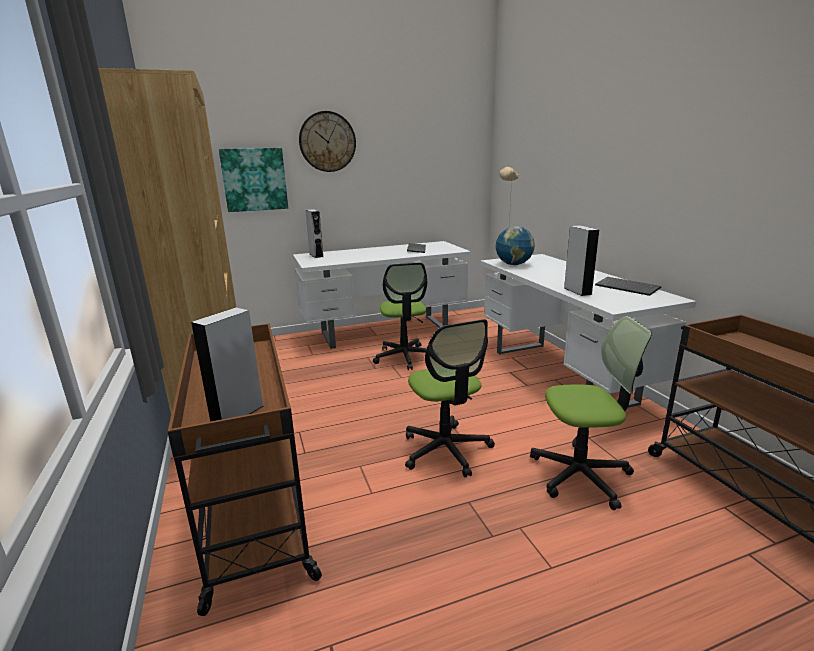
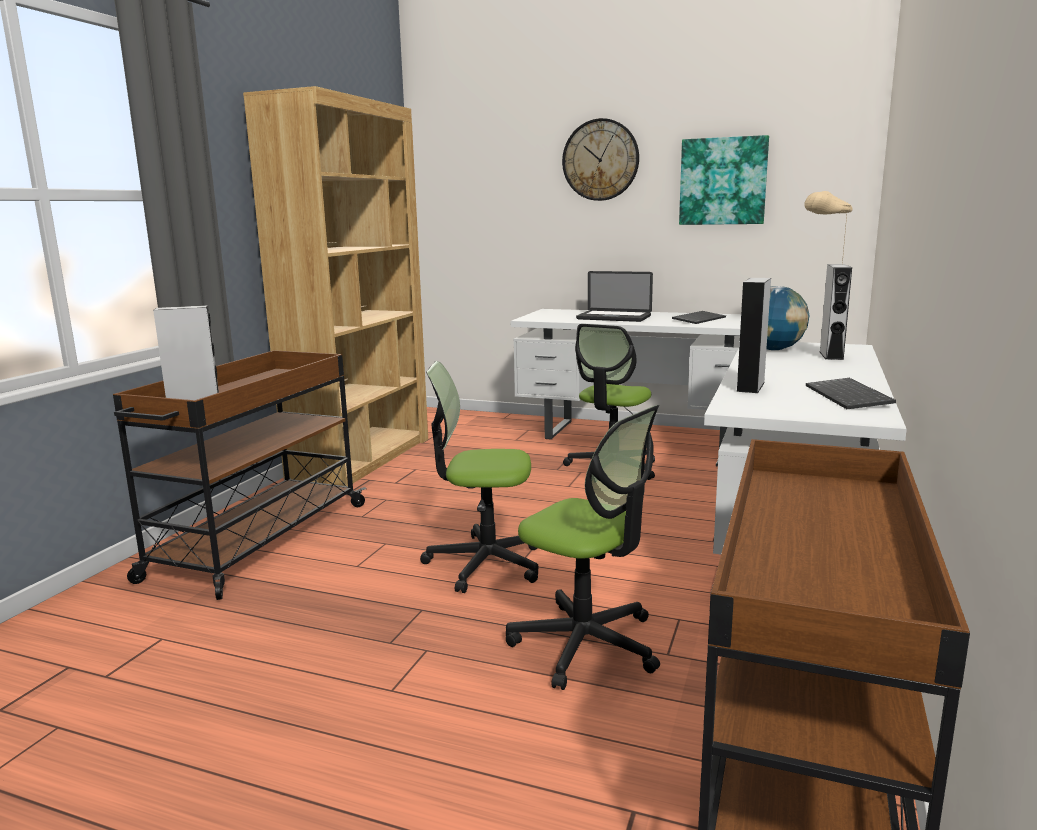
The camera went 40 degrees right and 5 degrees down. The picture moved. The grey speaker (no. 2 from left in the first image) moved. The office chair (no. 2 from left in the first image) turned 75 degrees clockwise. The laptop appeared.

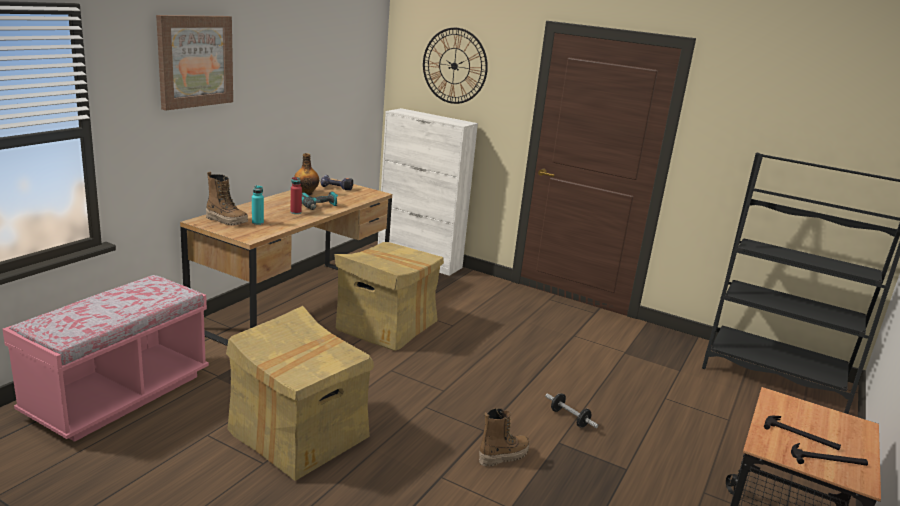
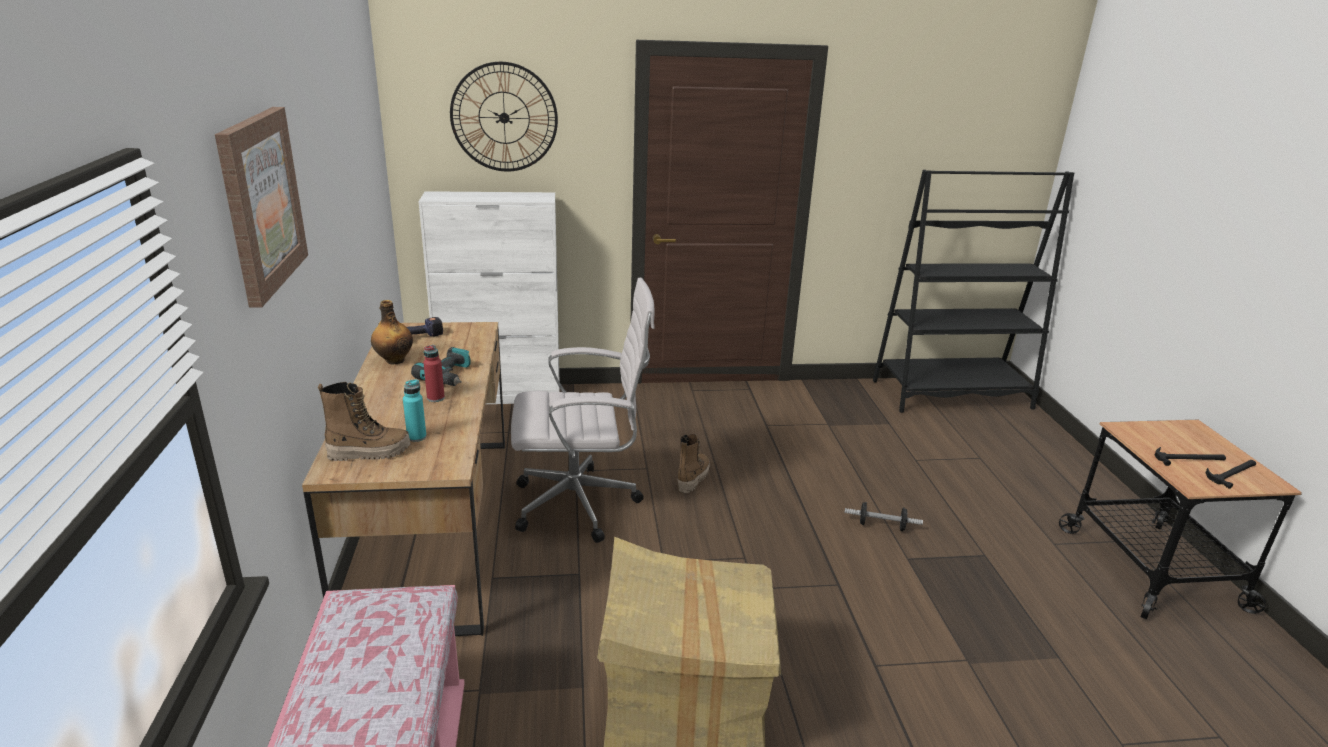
The camera went 35 degrees left and 5 degrees up. The cardboard box (no. 2 from left) was replaced by the white office chair. The boot (no. 2 from left) moved.

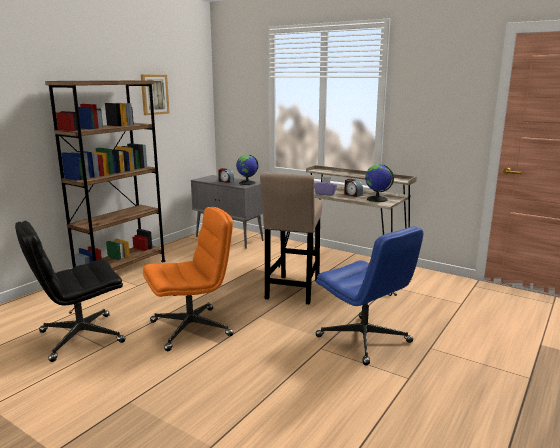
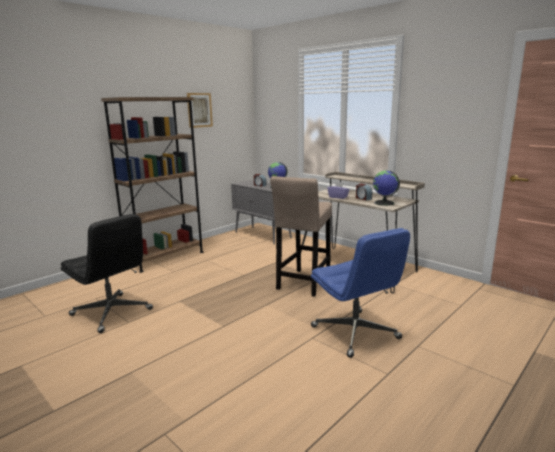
The camera went 10 degrees right and 0 degrees up. The orange office chair disappeared. The black office chair turned 120 degrees counterclockwise.

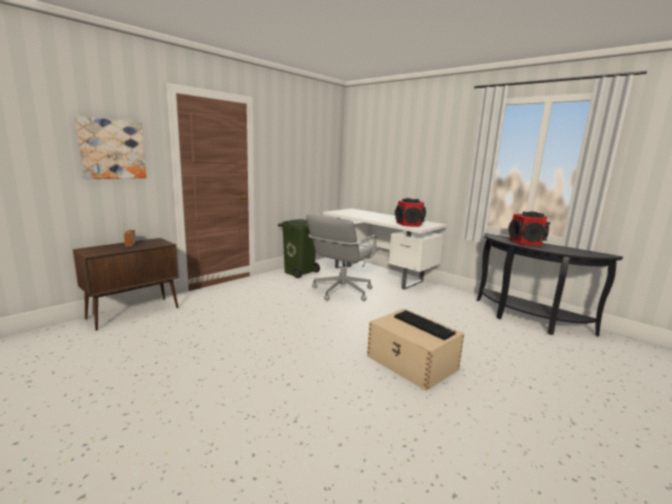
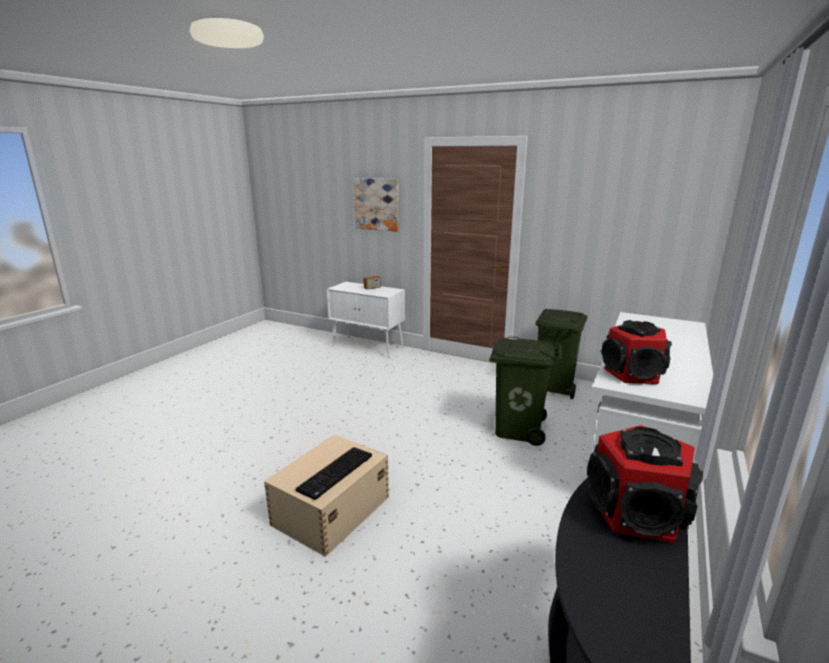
The camera went 75 degrees right and 5 degrees up. The grey office chair was replaced by the green trash can (no. 1 from left). The brown cabinet became the white cabinet.

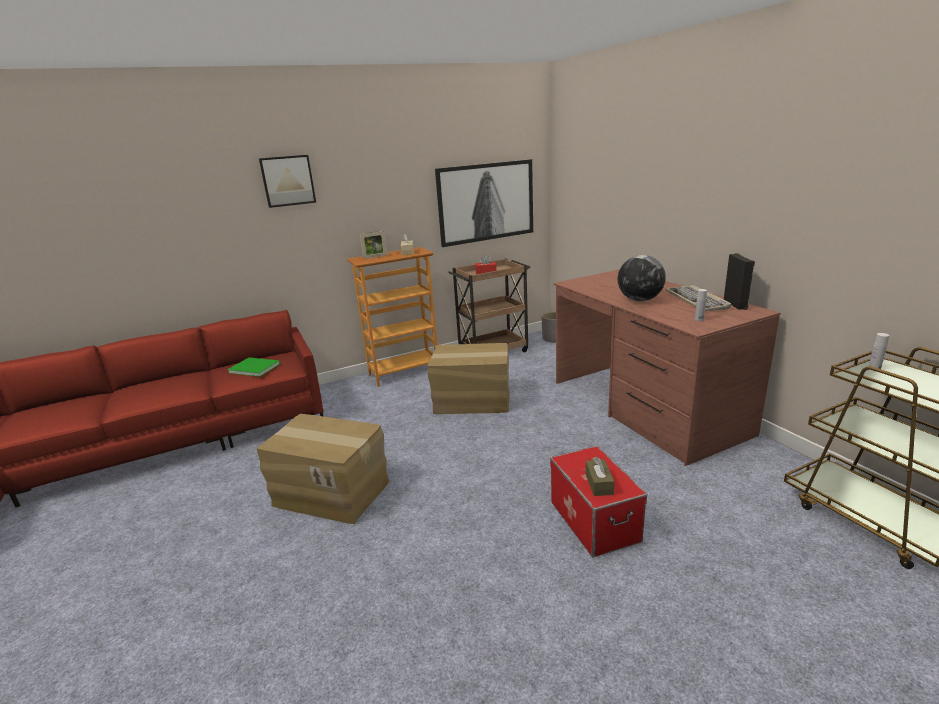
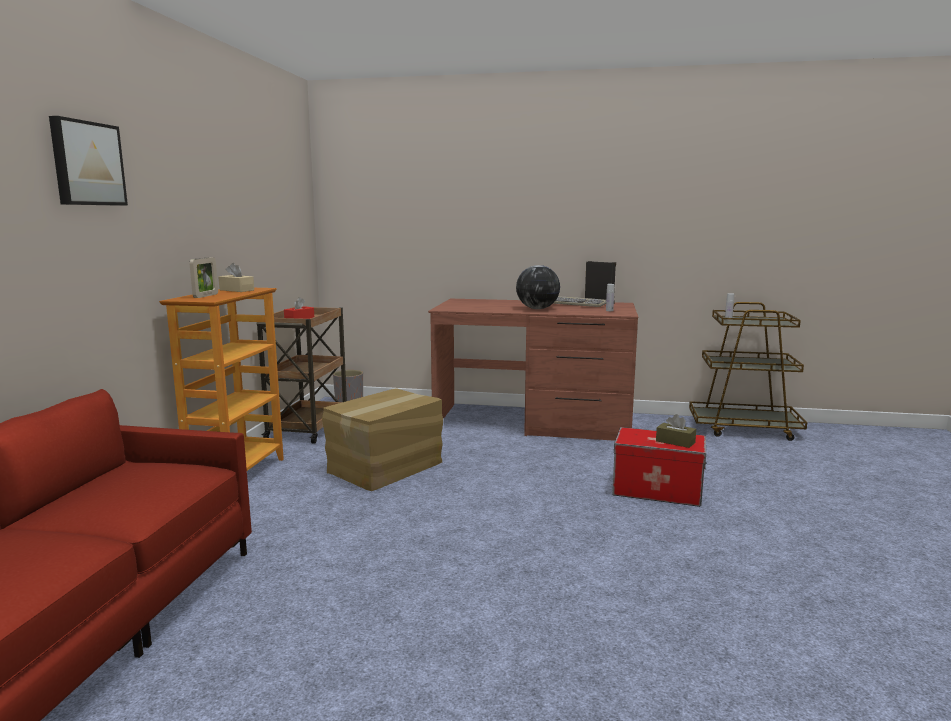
The camera went 55 degrees left and 10 degrees down. The picture (no. 2 from left) disappeared. The green book disappeared. The cardboard box (no. 1 from left) disappeared.

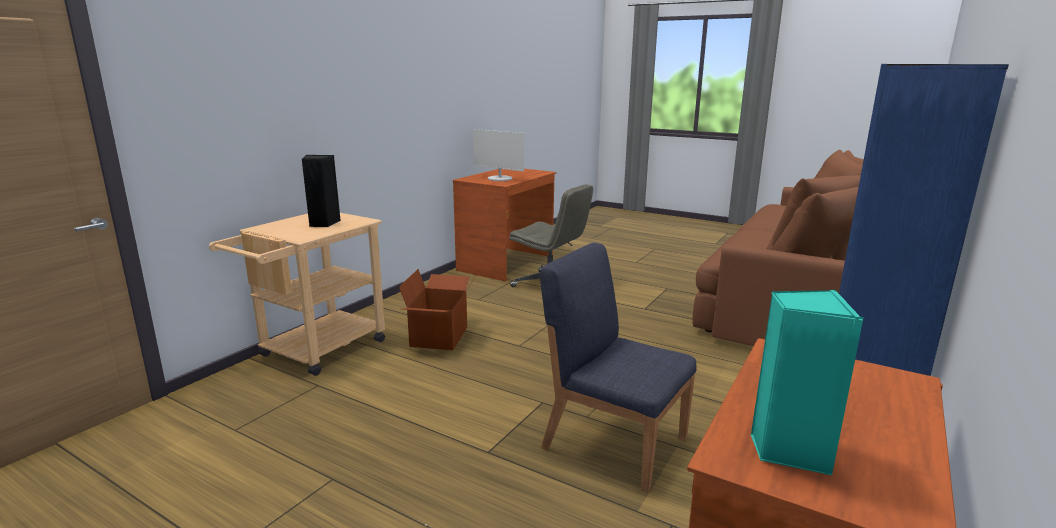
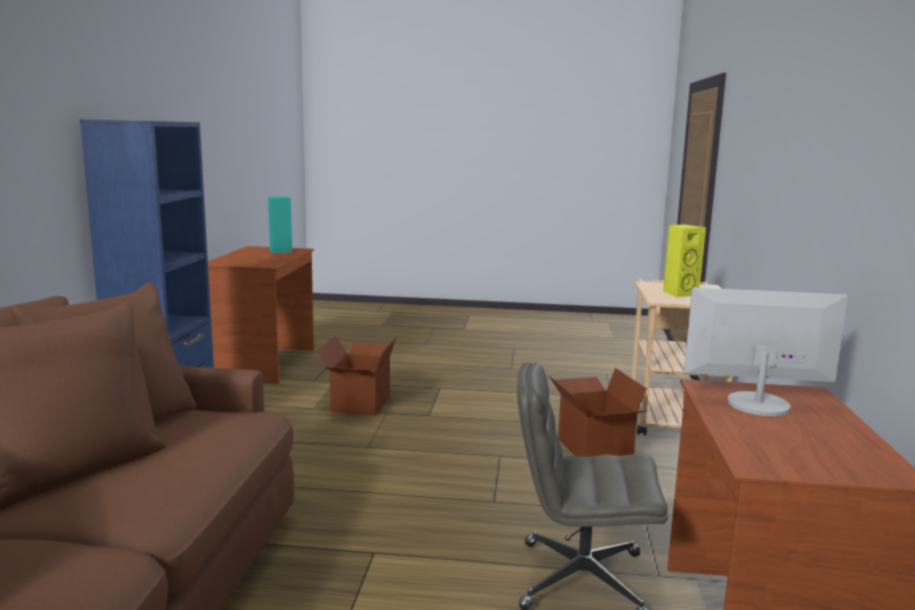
The camera went 155 degrees right and 5 degrees down. The black speaker became the yellow speaker. The blue chair was replaced by the cardboard box (no. 1 from left).

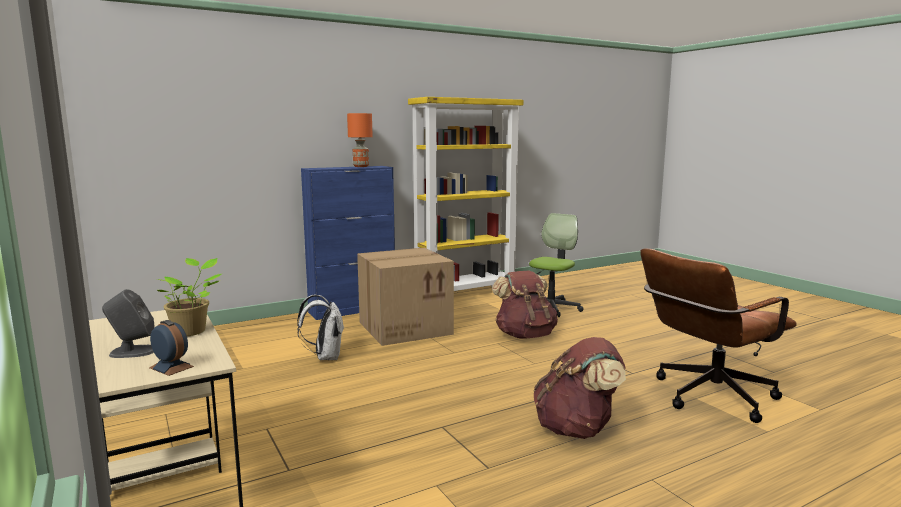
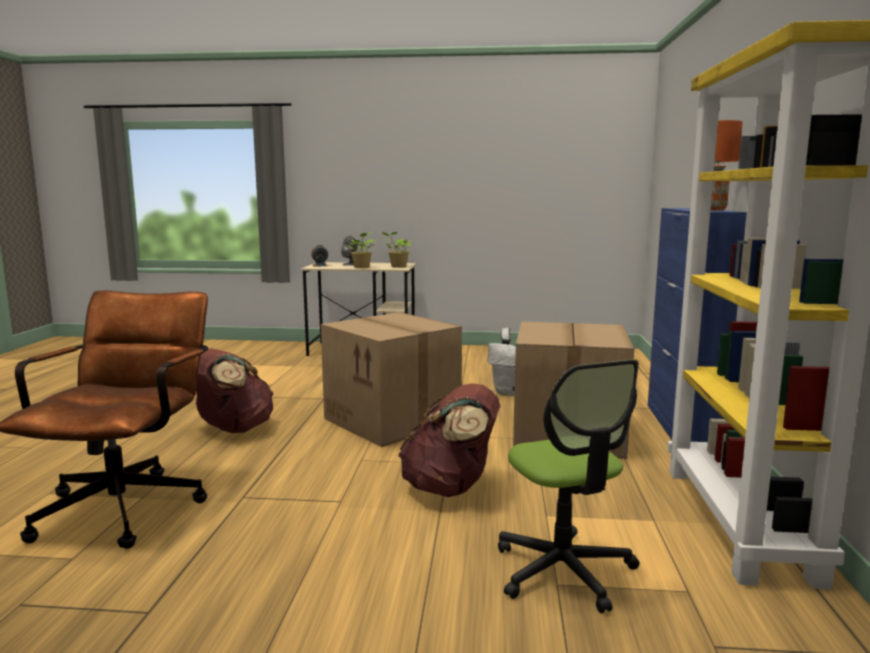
The camera went 125 degrees right and 0 degrees up. The potted plant (no. 2 from left) appeared. The cardboard box (no. 1 from left) appeared.

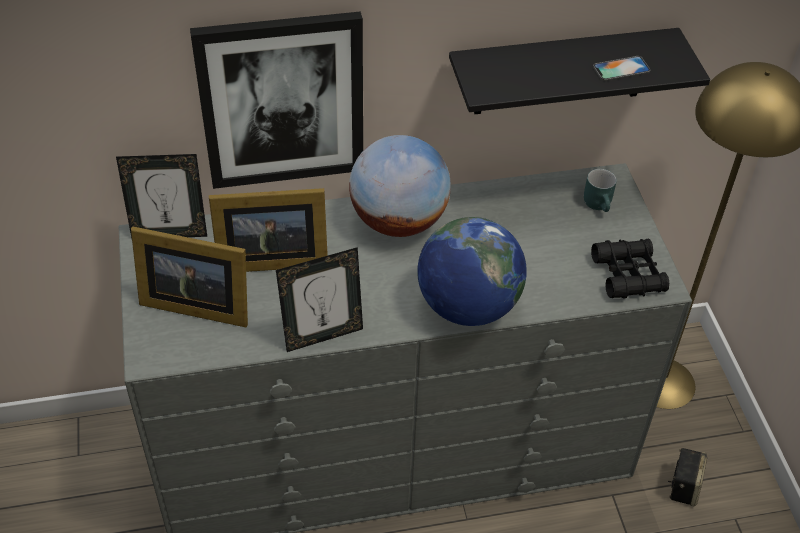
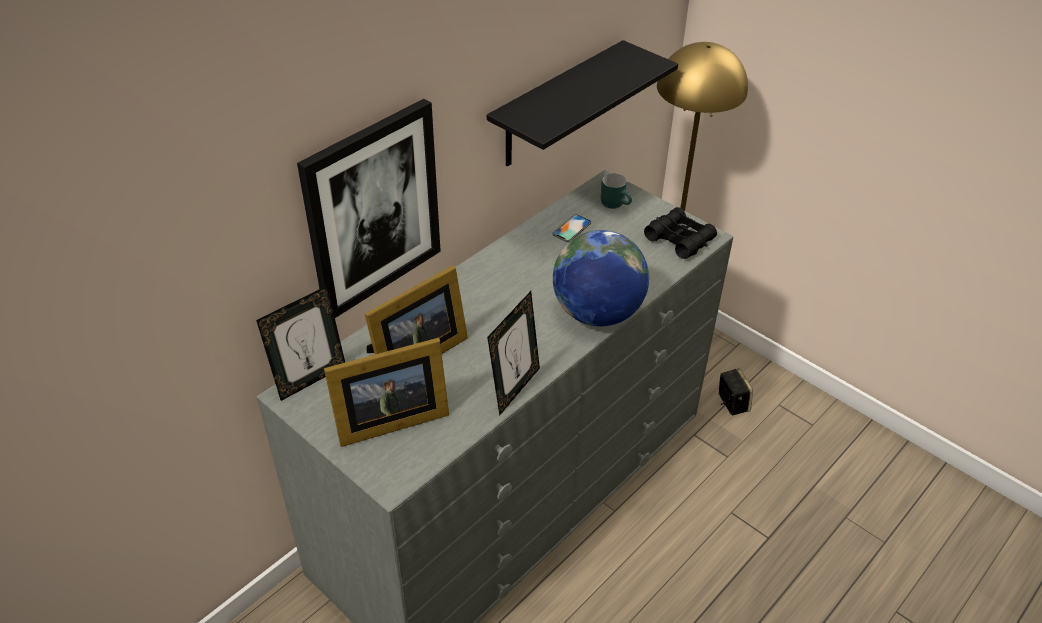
The camera went 35 degrees left and 5 degrees down. The phone moved. The globe (no. 1 from left) disappeared.

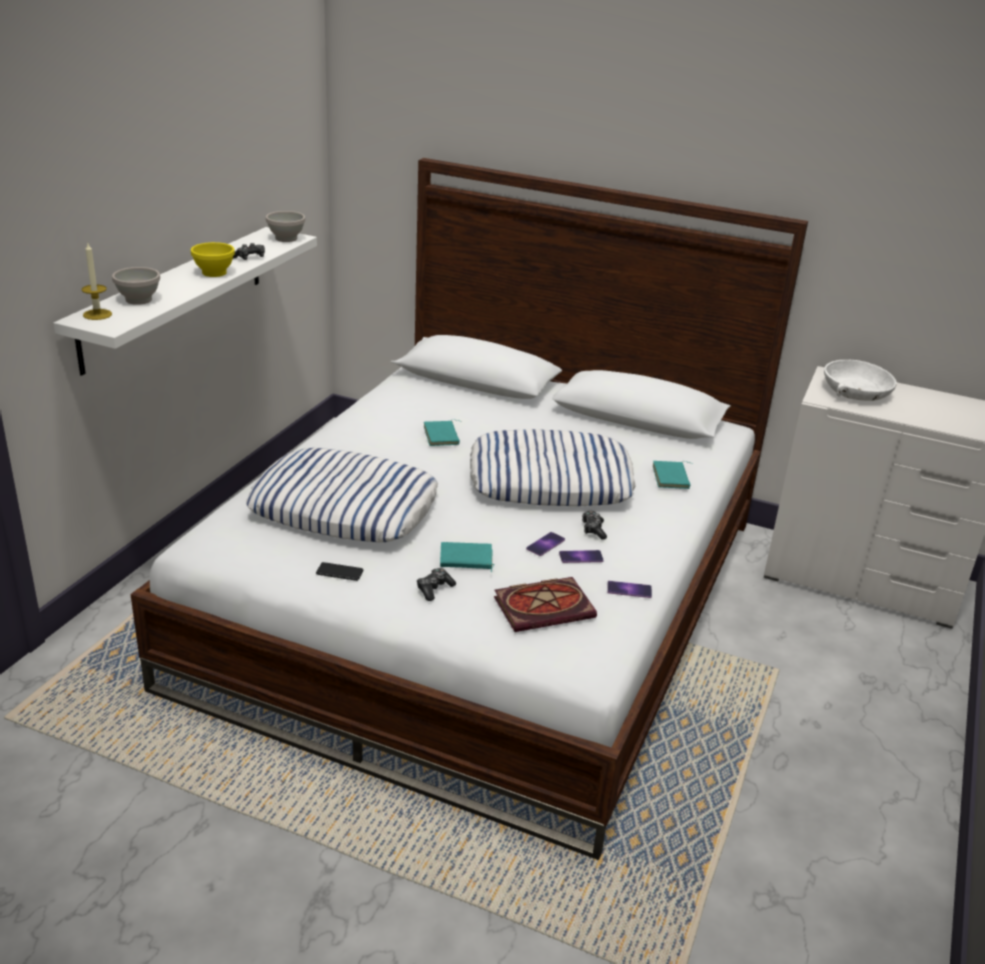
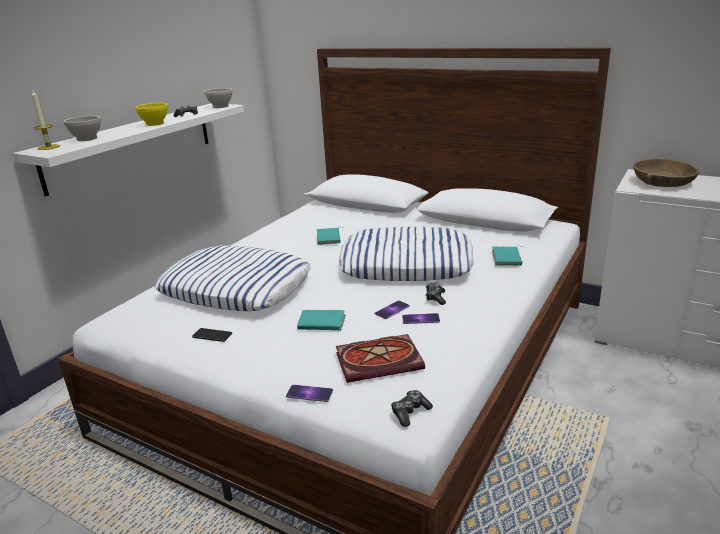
The camera went 10 degrees right and 5 degrees down. The white bowl (no. 3 from left) became the brown bowl. The game controller (no. 2 from left) moved. The phone (no. 4 from left in the first image) moved.

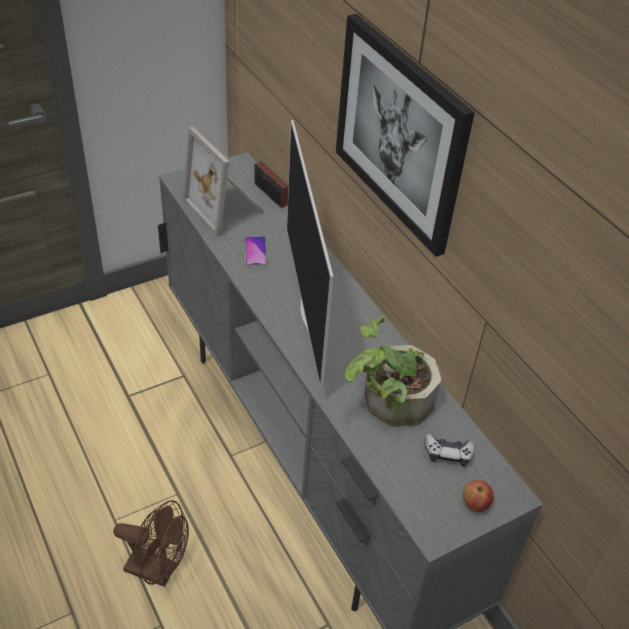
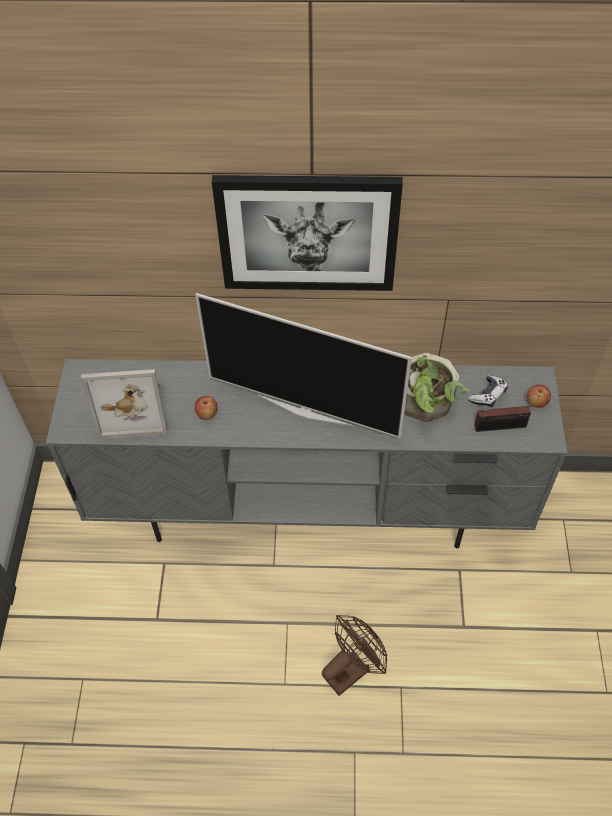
The camera went 55 degrees left and 10 degrees up. The radio moved. The phone was replaced by the apple (no. 1 from left).

